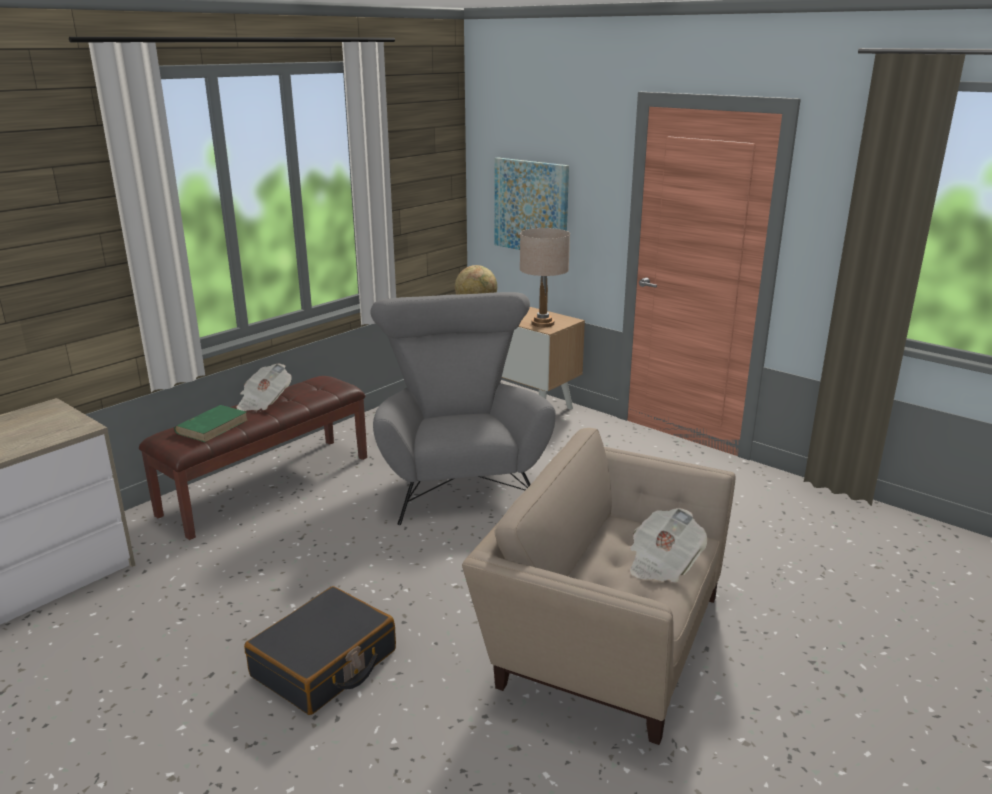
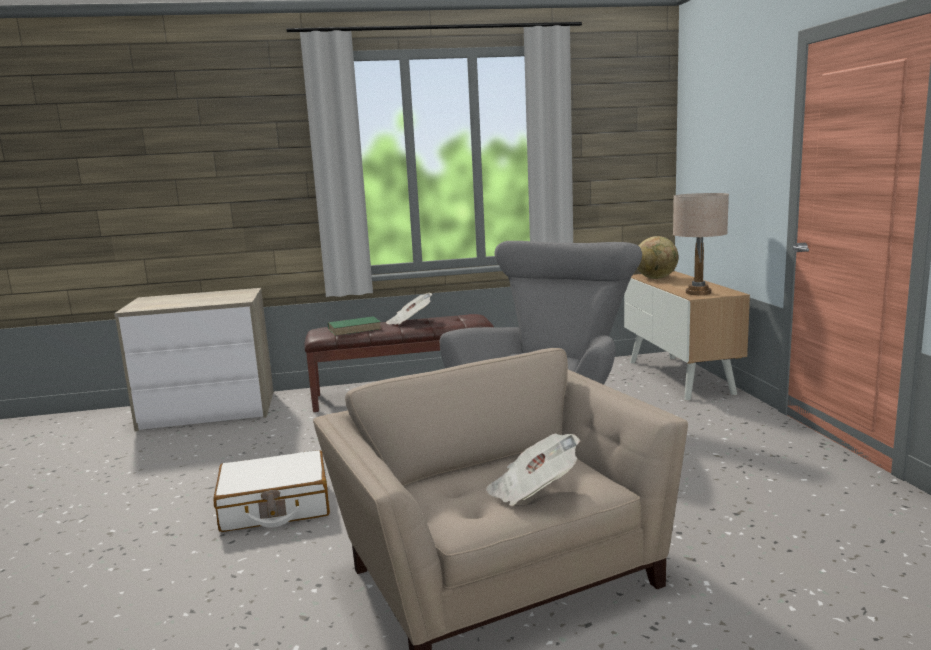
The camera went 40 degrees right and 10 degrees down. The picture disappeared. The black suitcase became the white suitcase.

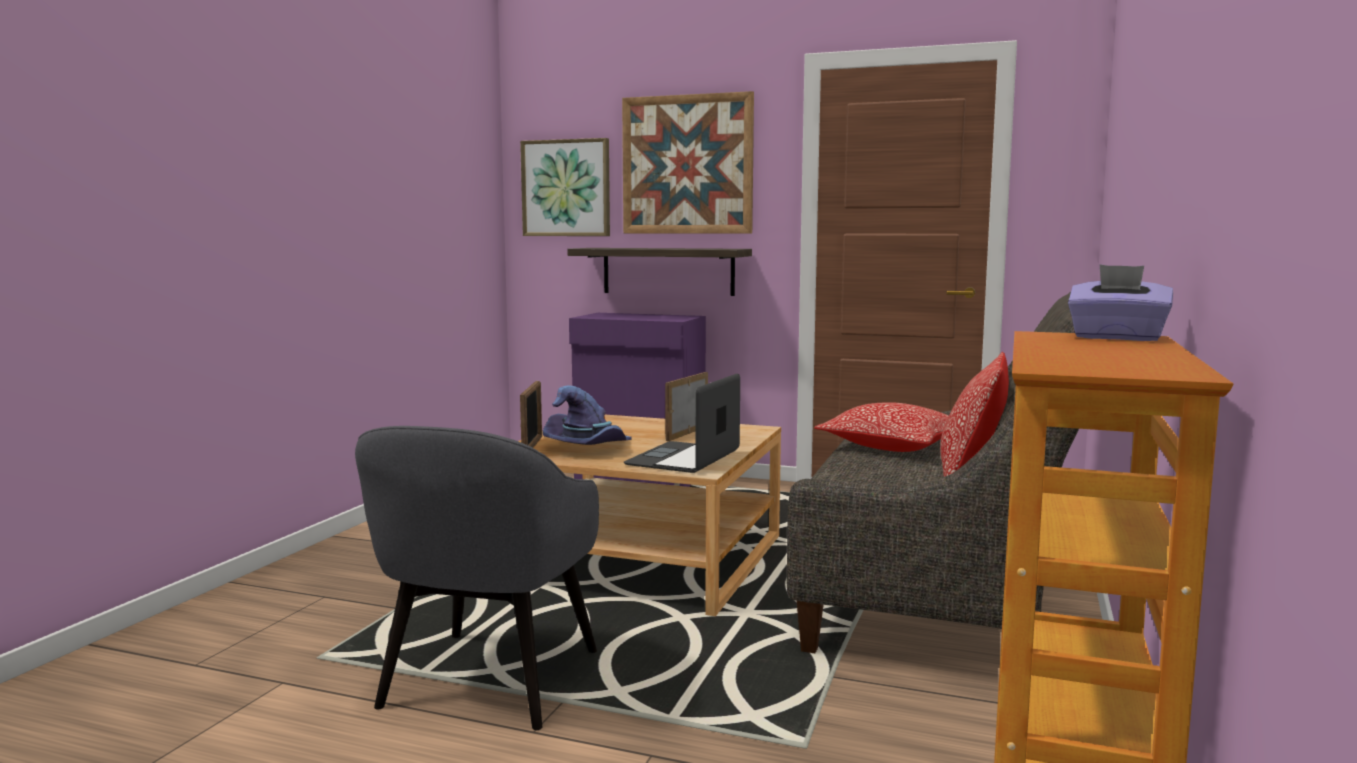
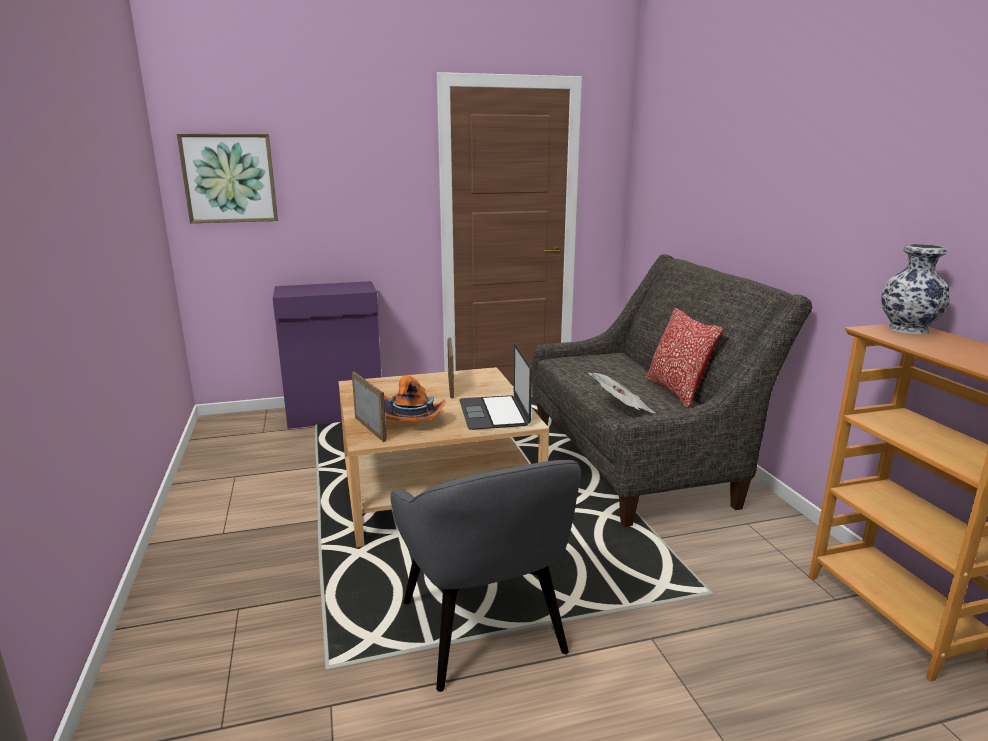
The camera went 35 degrees left and 10 degrees up. The picture (no. 2 from left) disappeared. The shelf disappeared. The purple tissue box was replaced by the vase. The purple hat became the orange hat. The pillow (no. 1 from left) disappeared. The newspaper appeared.

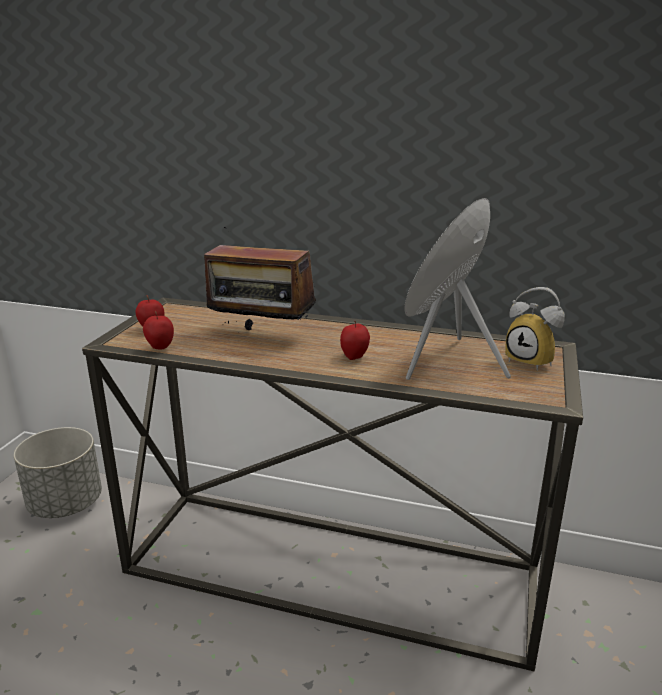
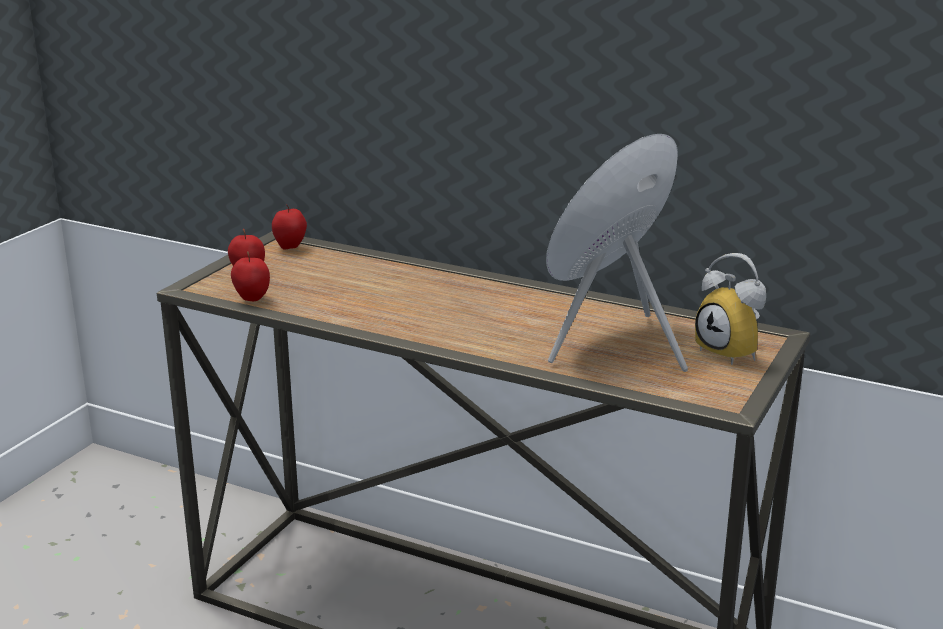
The camera went 10 degrees right and 0 degrees up. The radio disappeared. The apple (no. 3 from left) moved. The grey planter disappeared.

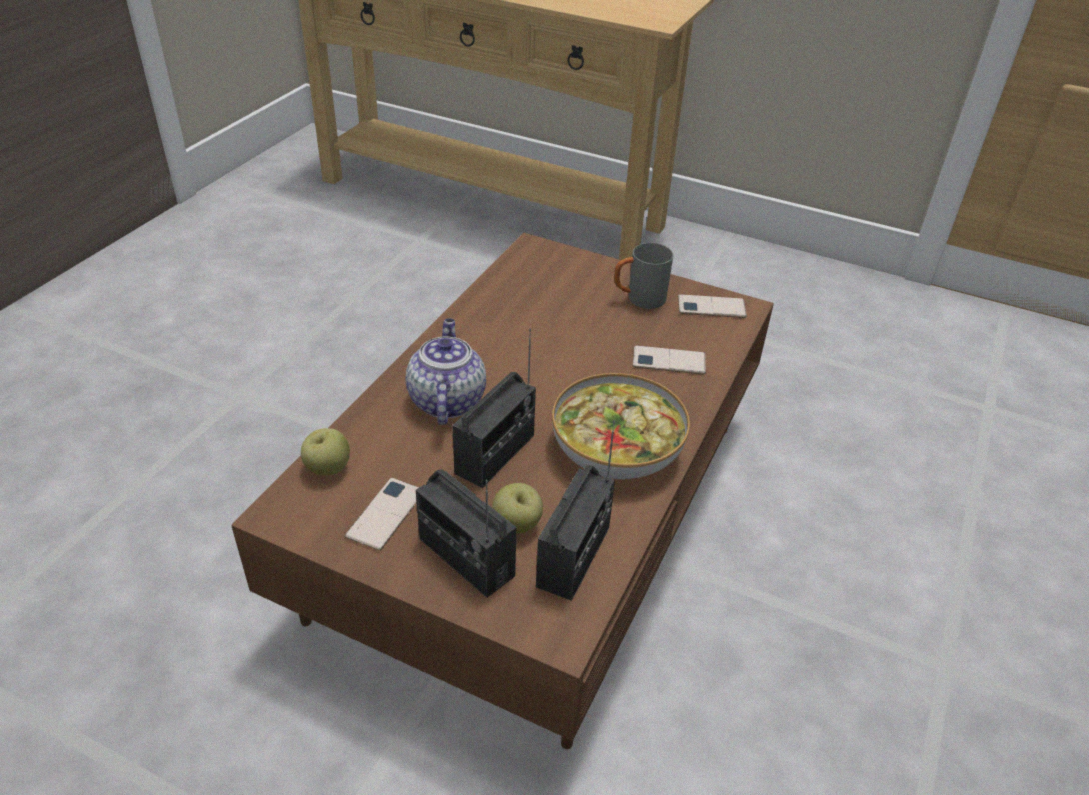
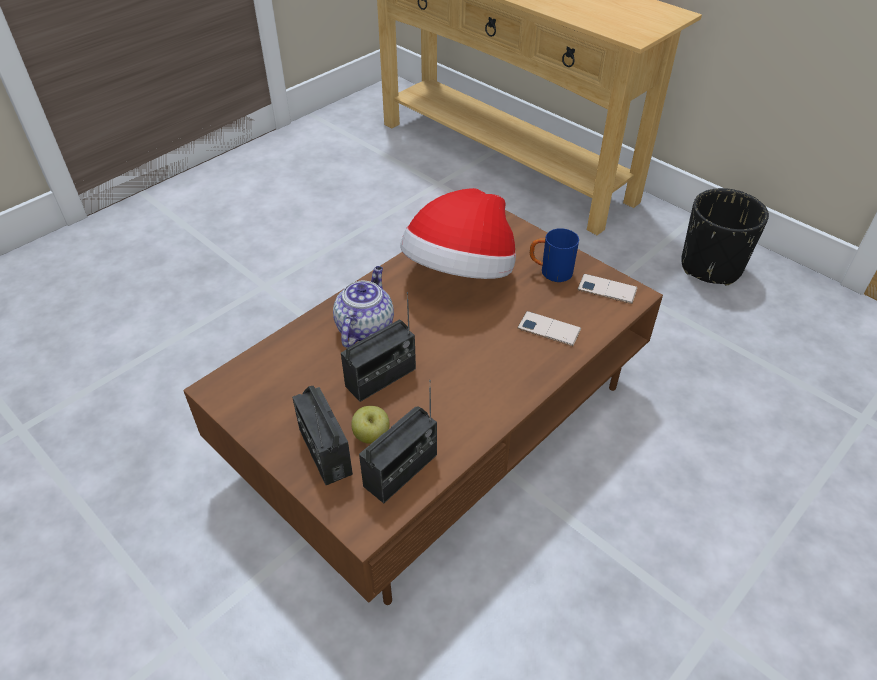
The camera went 20 degrees right and 5 degrees up. The grey mug became the blue mug. The bowl disappeared. The apple (no. 1 from left) disappeared. The phone (no. 1 from left) disappeared. The hat appeared. The black planter appeared.

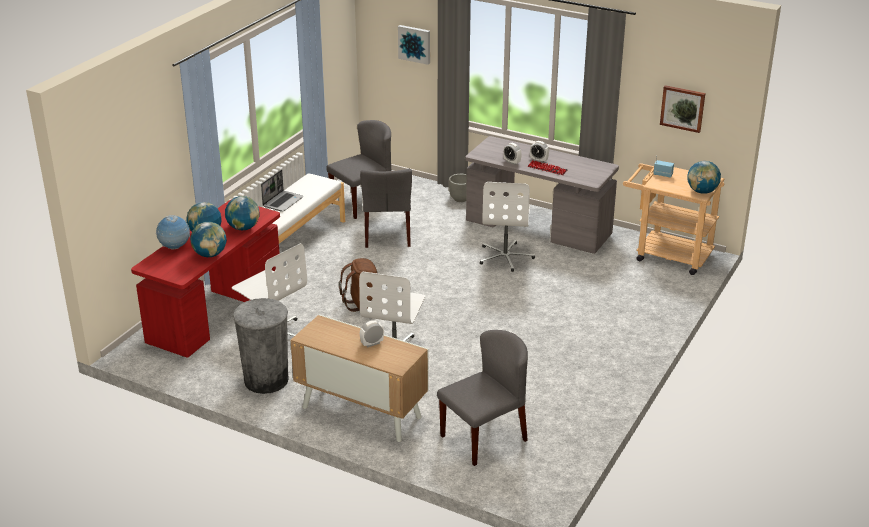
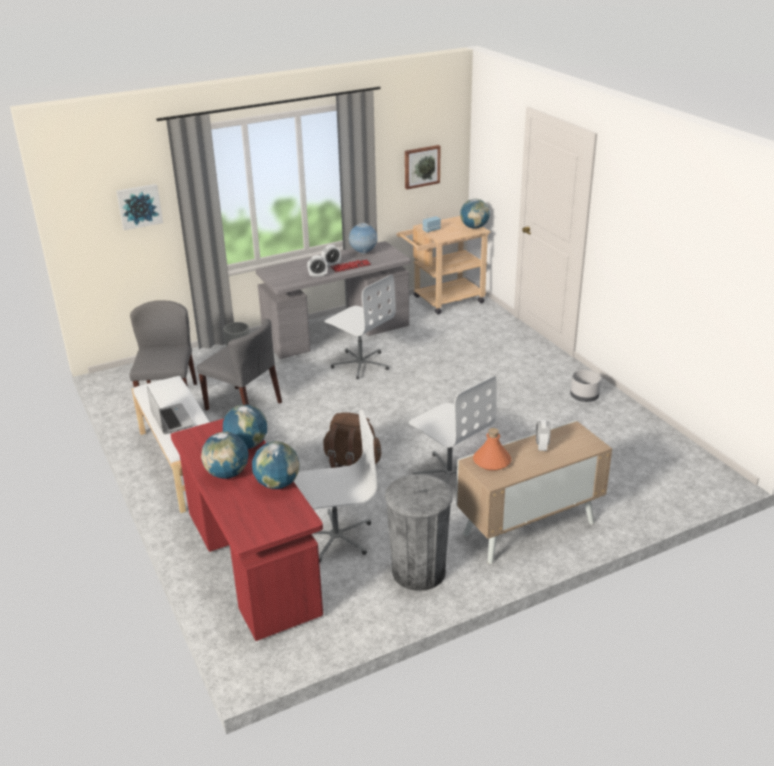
The camera went 55 degrees left and 0 degrees up. The globe (no. 1 from left in the first image) moved. The grey chair (no. 3 from left) disappeared. The grey planter (no. 2 from left) appeared. The orange bottle appeared.

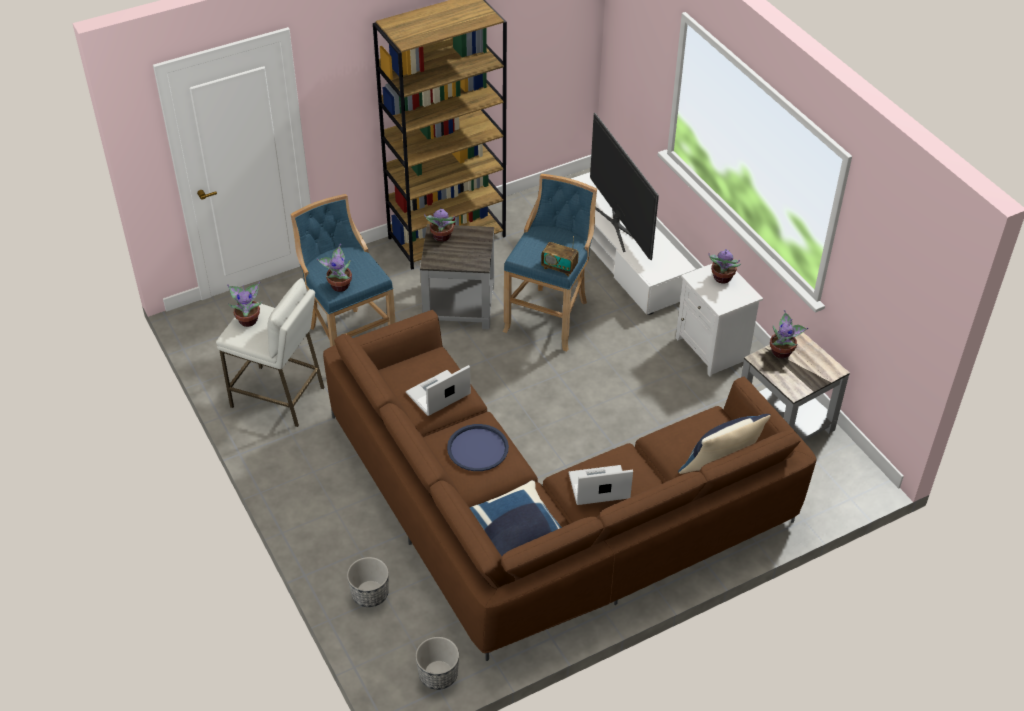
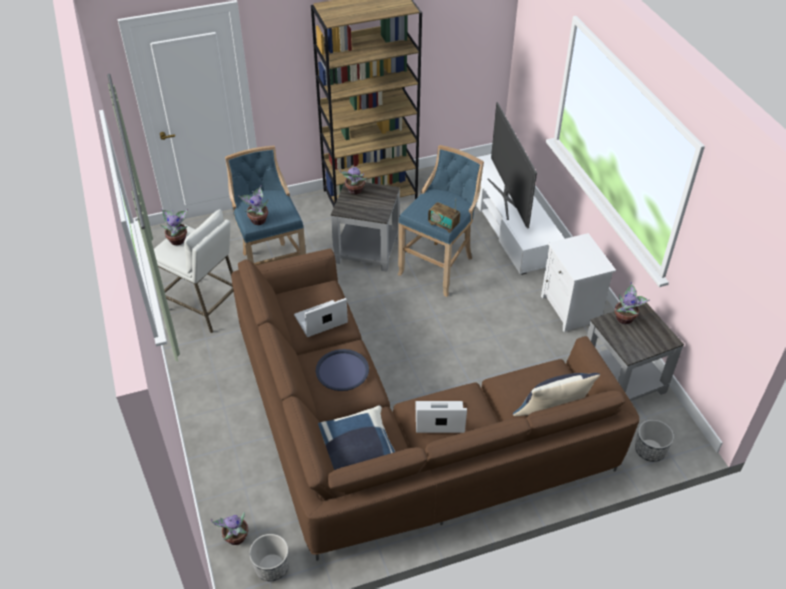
The camera went 10 degrees right and 0 degrees up. The potted plant (no. 4 from left in the first image) moved. The planter (no. 1 from left in the first image) moved.

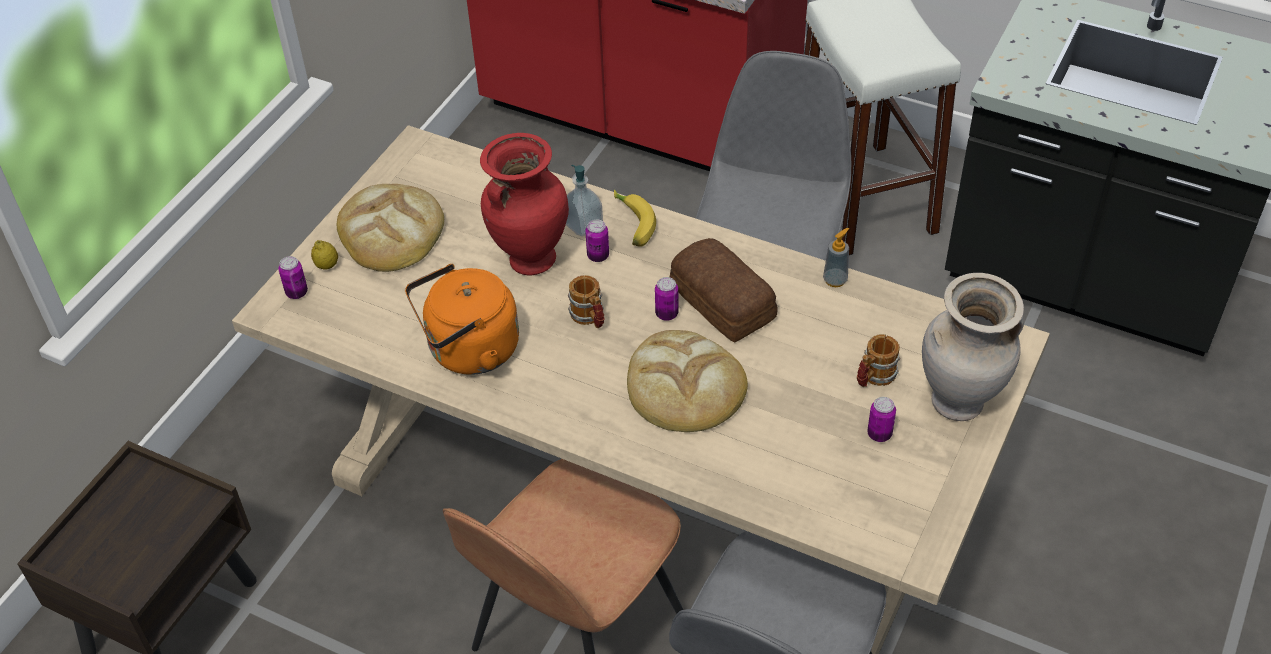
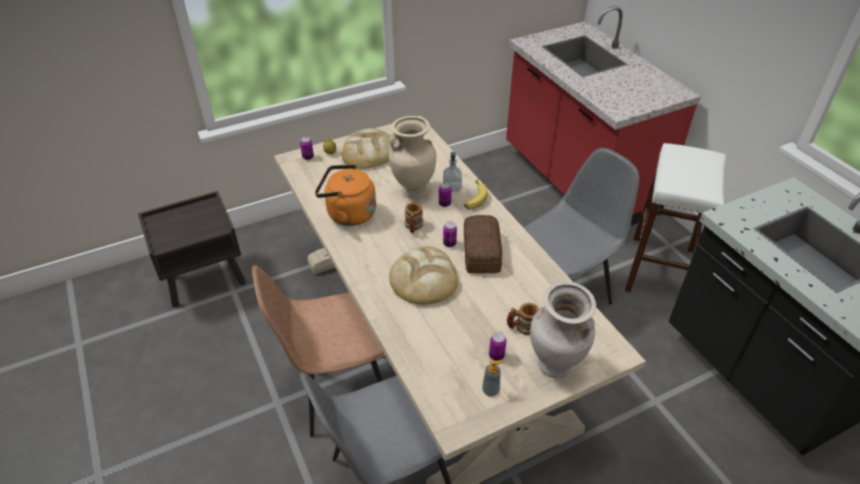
The camera went 35 degrees right and 5 degrees down. The red vase became the beige vase (no. 1 from left). The soap dispenser (no. 2 from left) moved.

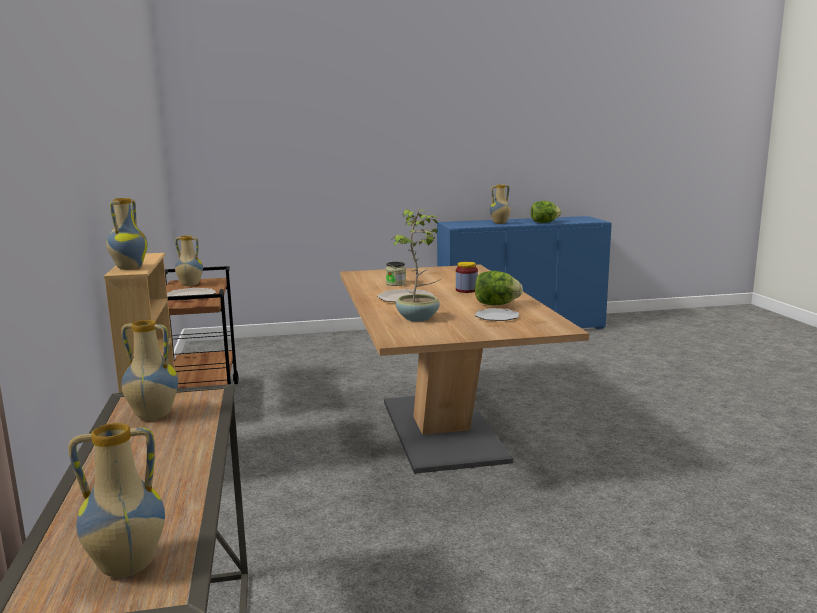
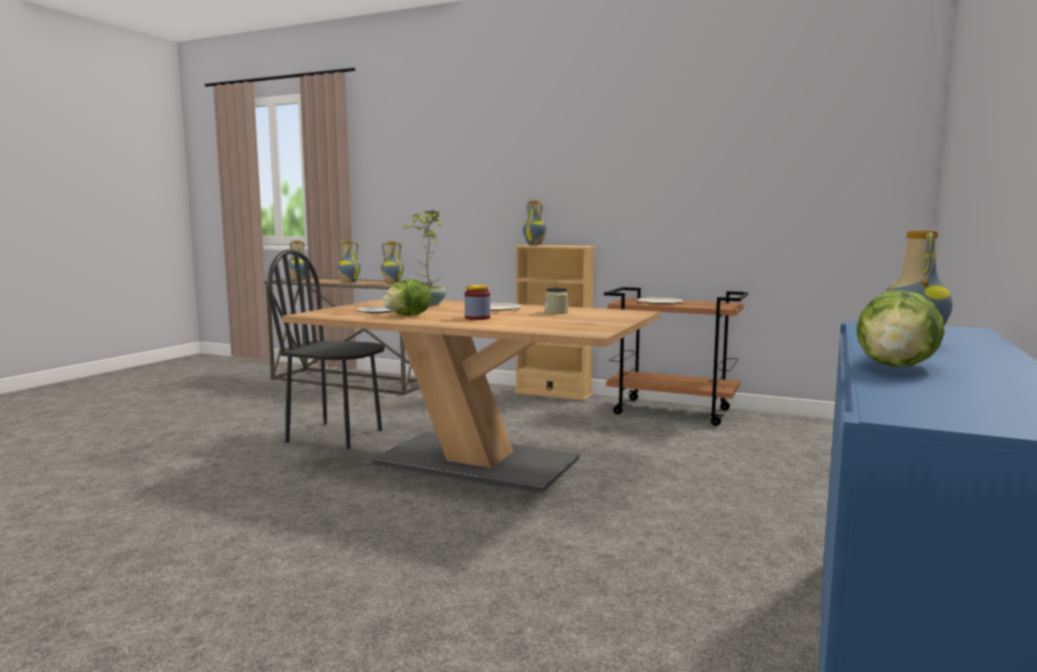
The camera went 125 degrees right and 5 degrees down. The vase (no. 4 from left in the first image) moved. The black chair appeared.

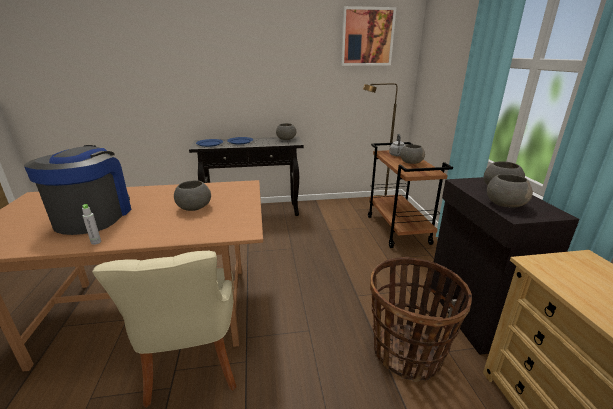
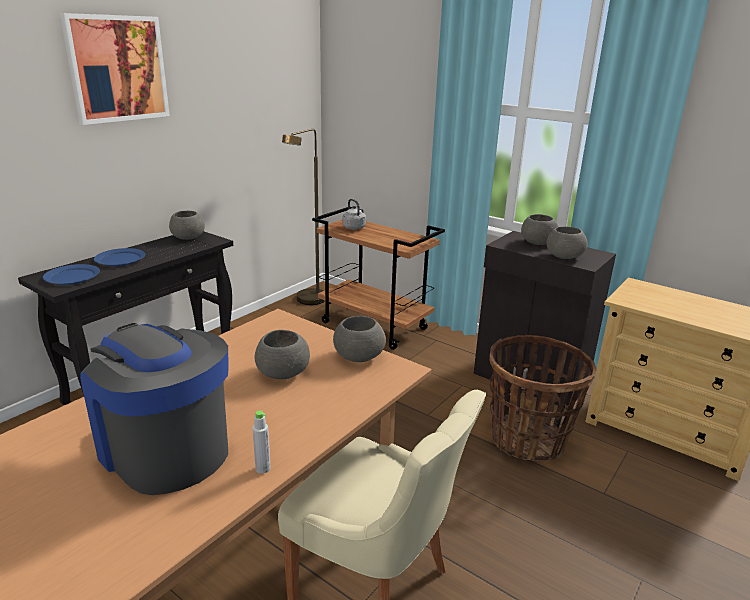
The camera went 45 degrees left and 0 degrees up. The picture moved. The grey bowl (no. 3 from left) moved.

